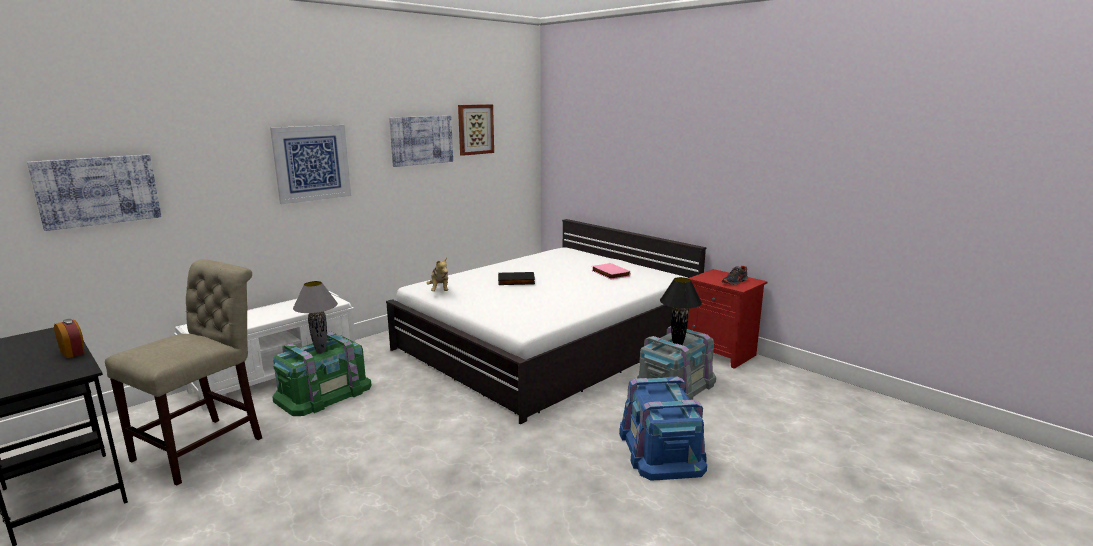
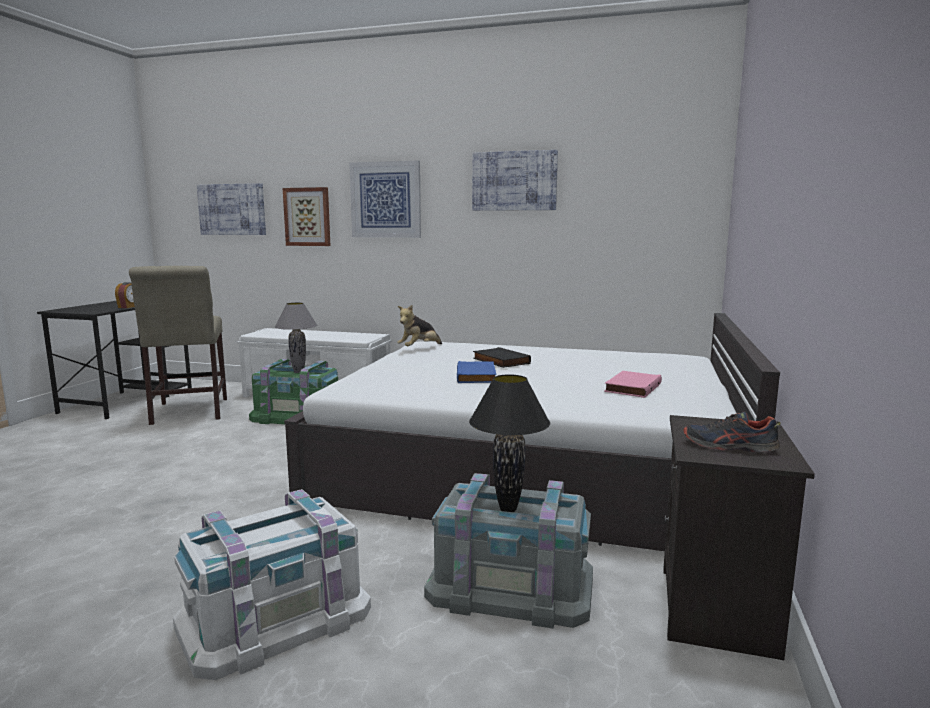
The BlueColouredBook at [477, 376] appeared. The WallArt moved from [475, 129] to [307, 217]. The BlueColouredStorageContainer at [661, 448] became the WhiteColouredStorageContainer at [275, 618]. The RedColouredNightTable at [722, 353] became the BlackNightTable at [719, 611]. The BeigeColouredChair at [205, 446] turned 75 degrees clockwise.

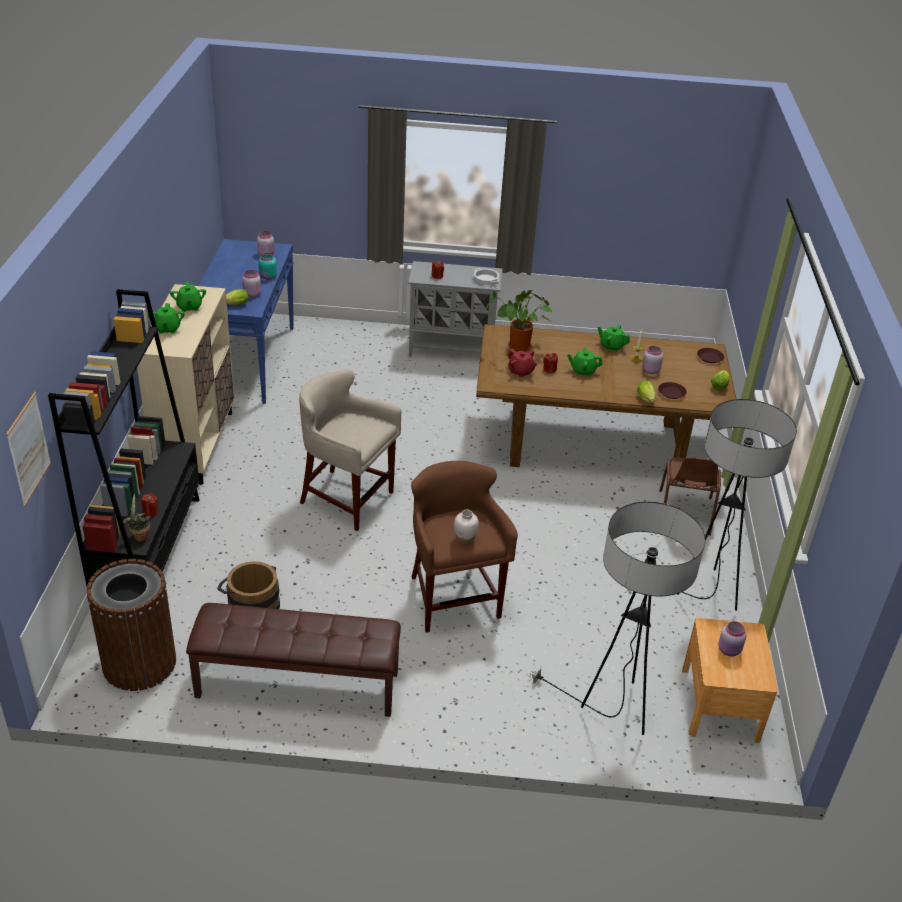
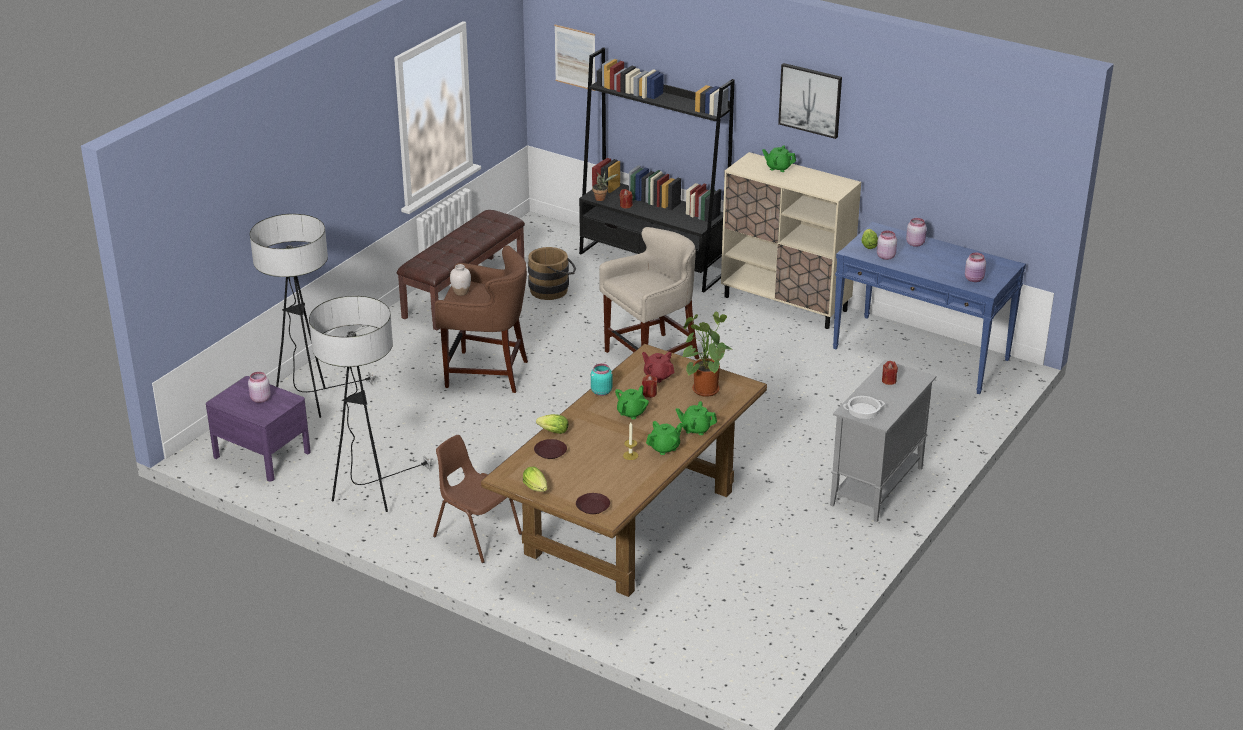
The BrownWasteBin at [139, 663] disappeared. The WallArt at [810, 100] appeared. The GreenColouredPotForTea moved from [189, 307] to [695, 429]. The BlueGreenJar moved from [268, 277] to [601, 391]. The PinkColouredJar moved from [650, 370] to [915, 243]. The BrownNightTable at [720, 704] became the PurplishNightTable at [262, 454]. The RedColouredPotForTea at [520, 372] turned 60 degrees clockwise.

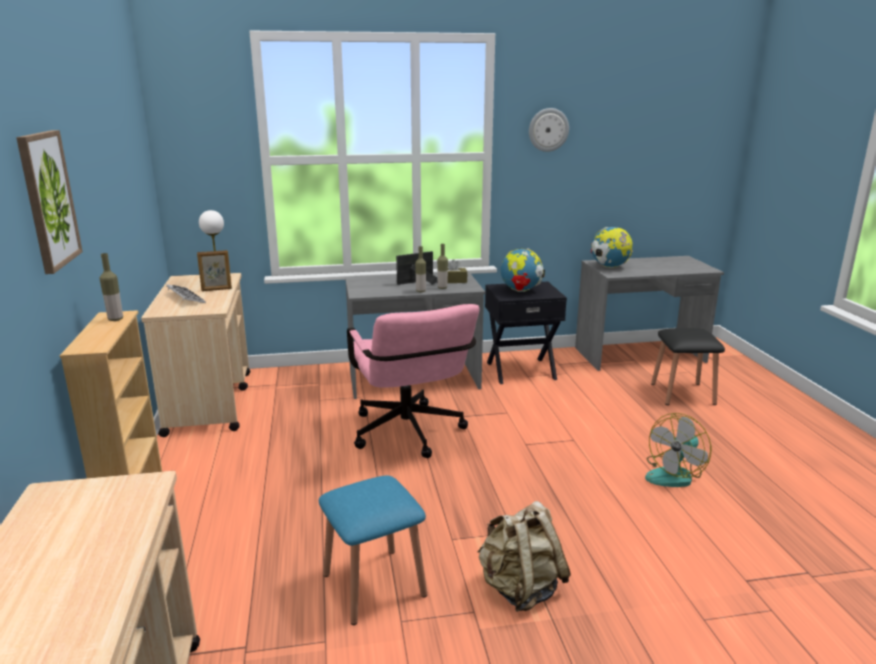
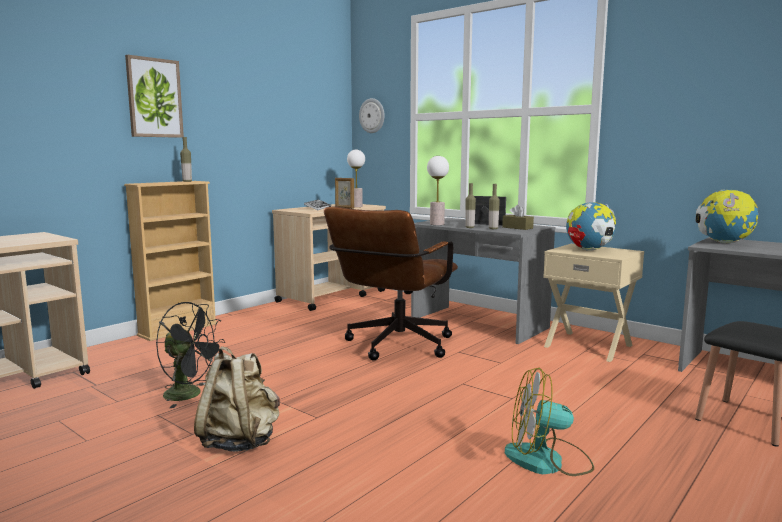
The TabletopLamp at [437, 224] appeared. The WallClock moved from [548, 130] to [372, 115]. The BlueColouredSittingStool at [374, 585] was replaced by the BlackFan at [190, 395]. The PinkColouredOfficeChair at [410, 436] became the BrownOfficeChair at [394, 347]. The BlackNightTable at [520, 370] became the BeigeColouredNightTable at [588, 345].

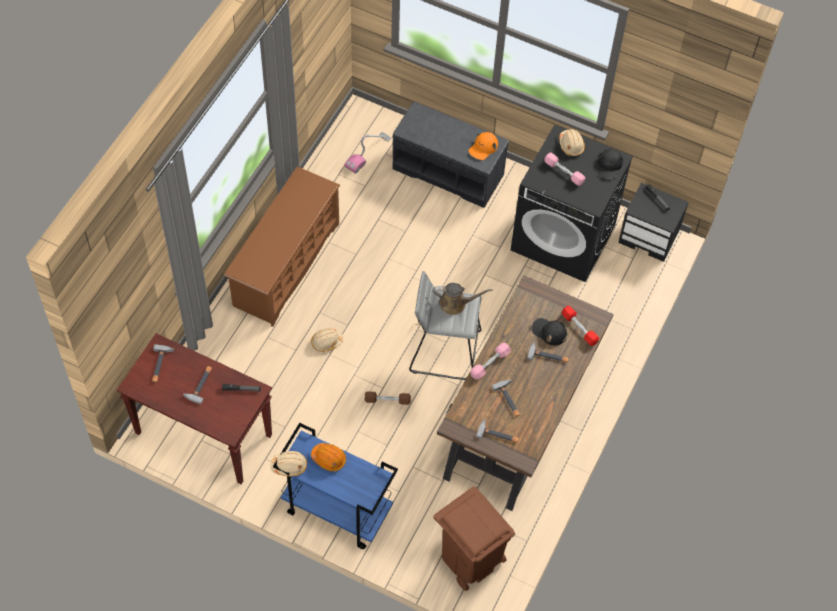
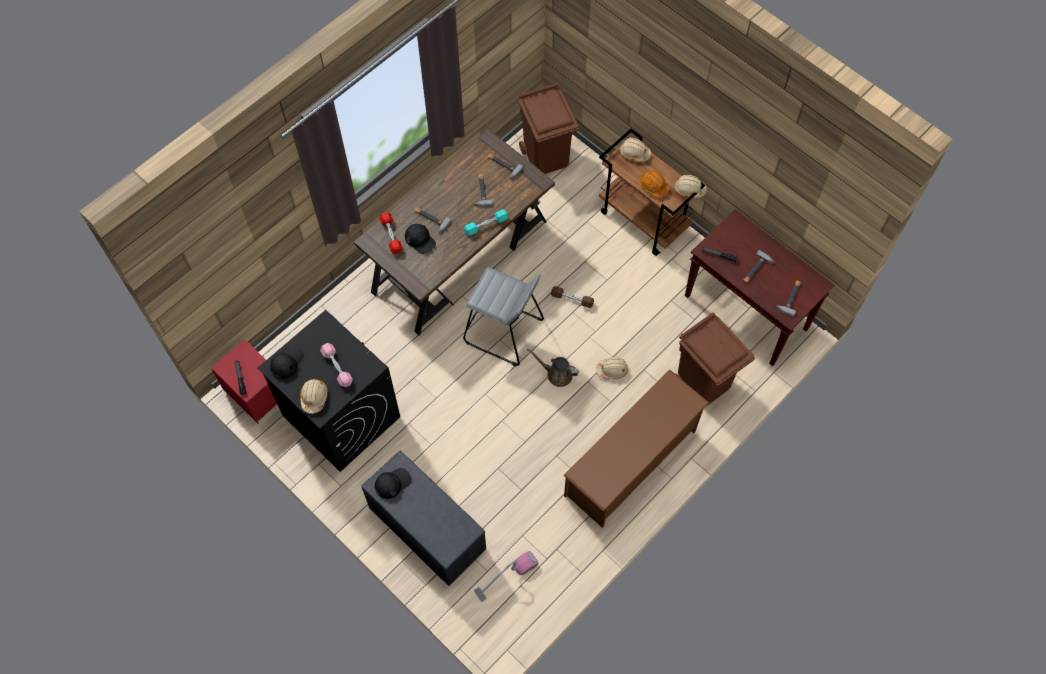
The BeigeColouredHardHat at [634, 153] appeared. The BrownWasteBin at [704, 382] appeared. The BrownWateringCan moved from [455, 303] to [557, 374]. The BlueColouredWheeledCart at [336, 510] became the BrownWheeledCart at [644, 220]. The OrangeyPeakedCap at [483, 147] became the BlackPeakedCap at [392, 483]. The PinkColouredHandWeight at [490, 364] became the BlueGreenHandWeight at [486, 225]. The BlackNightTable at [649, 237] became the RedColouredNightTable at [255, 393].

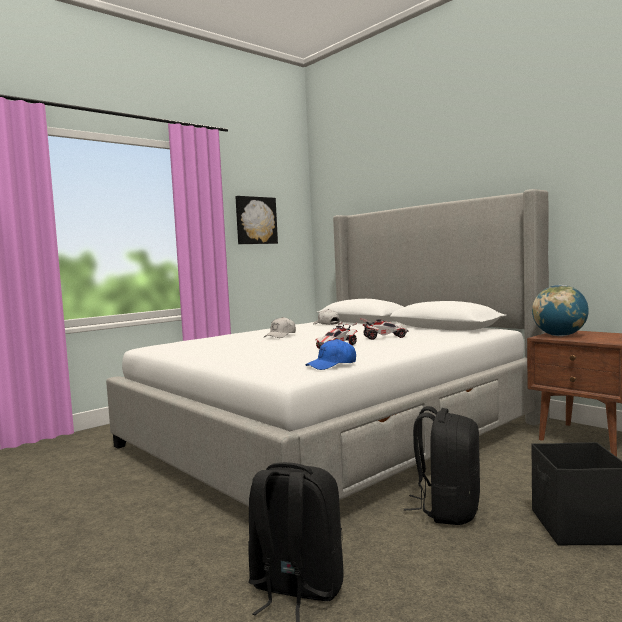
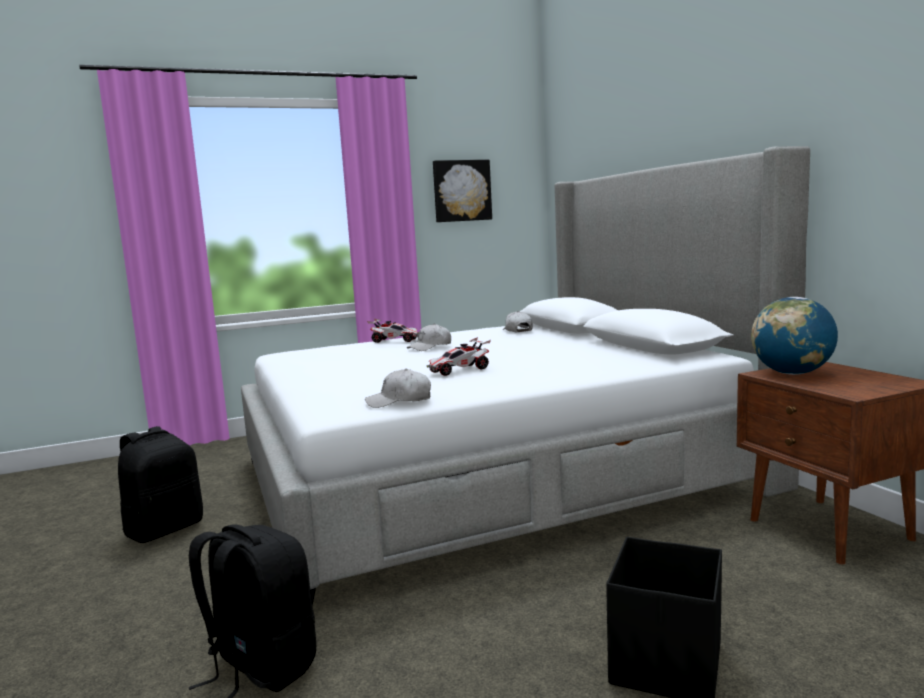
The MiniatureCar moved from [384, 337] to [395, 340]. The BlackKnapsack moved from [447, 510] to [165, 529]. The BlueColouredPeakedCap at [332, 365] became the WhiteColouredPeakedCap at [399, 401].

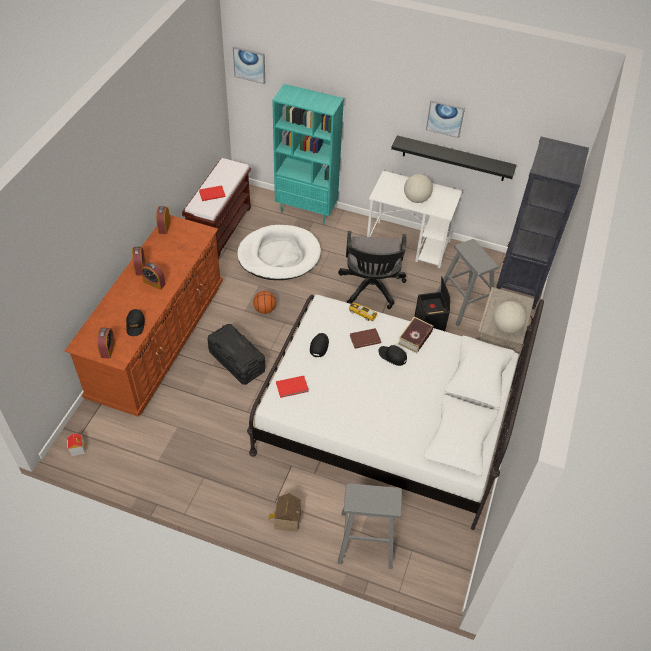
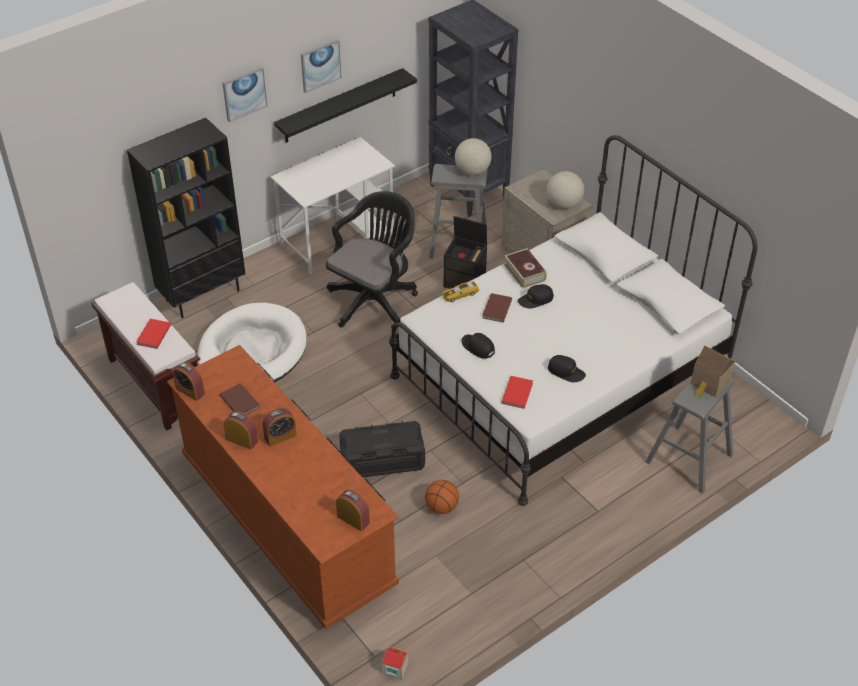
The BrownBook at [240, 401] appeared. The BlackPeakedCap moved from [135, 325] to [566, 372]. The WallArt moved from [249, 64] to [244, 93]. The BasketballBall moved from [264, 309] to [441, 507]. The ToyHouse moved from [286, 519] to [709, 383]. The DeskGlobe moved from [416, 199] to [472, 171]. The BlueGreenBookshelf at [306, 211] became the BlackBookshelf at [203, 294]. The BlackOfficeChair at [371, 289] turned 90 degrees counterclockwise.

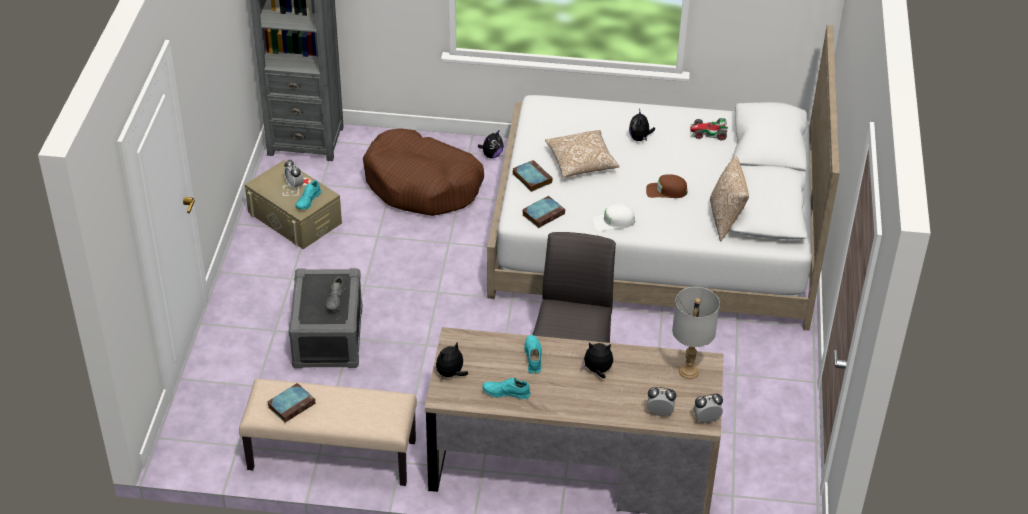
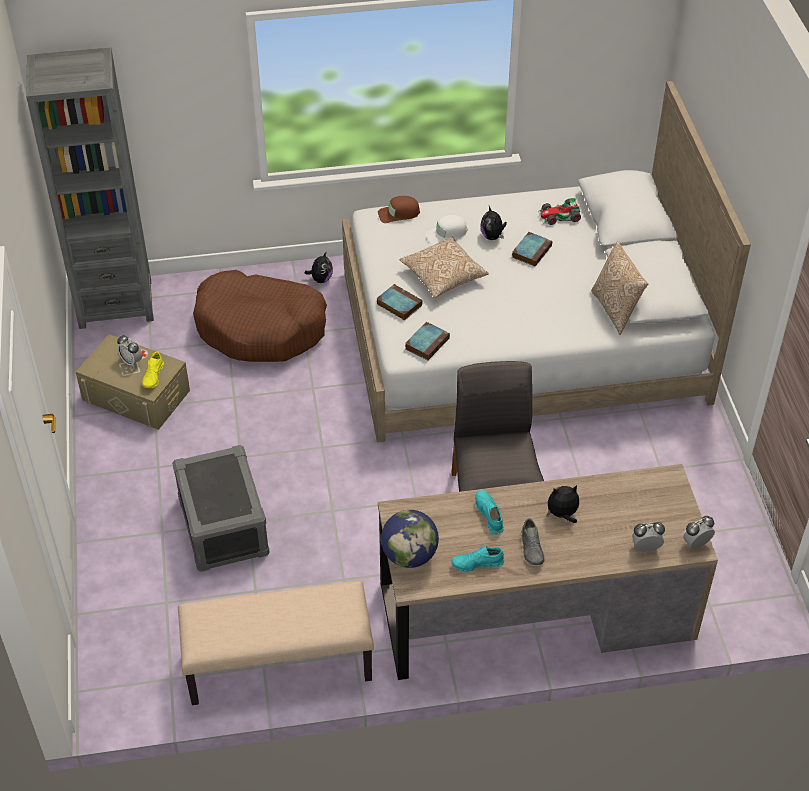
The GrayTabletopLamp at [688, 372] disappeared. The Book moved from [292, 404] to [531, 251]. The GrayLowShoe moved from [336, 300] to [532, 548]. The WhiteColouredPeakedCap moved from [613, 222] to [446, 234]. The BrownPeakedCap moved from [666, 191] to [398, 213]. The PlushToy at [451, 374] was replaced by the DeskGlobe at [409, 555]. The BlueGreenLowShoe at [308, 201] became the YellowColouredLowShoe at [153, 376].

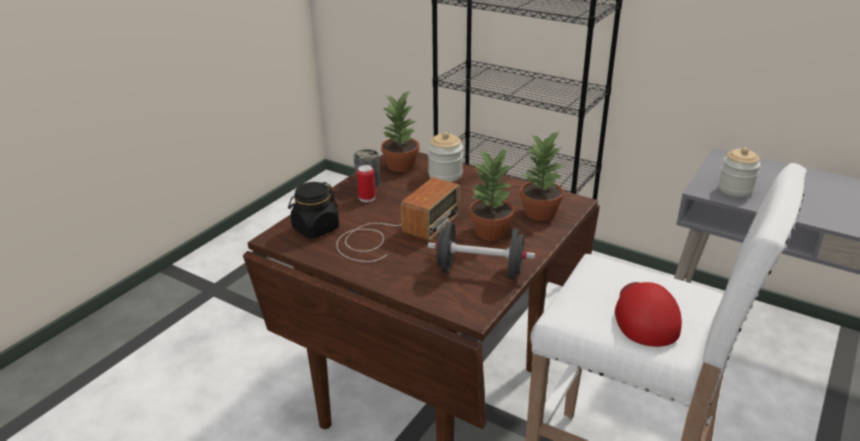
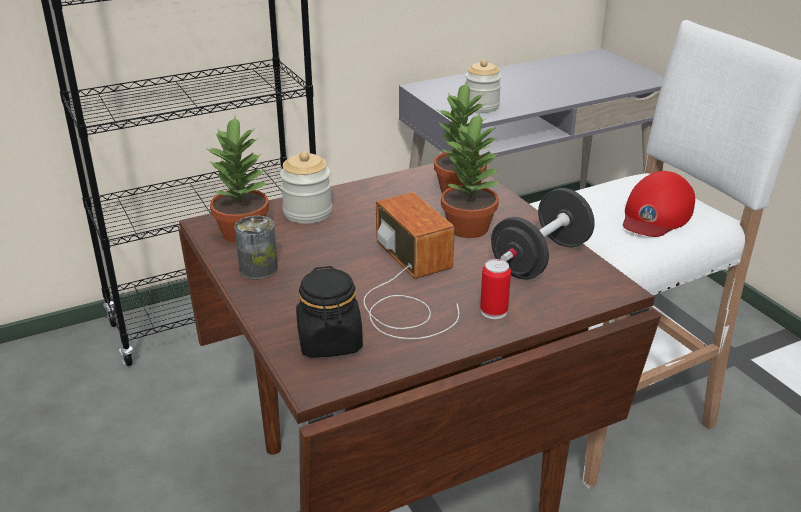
The Can moved from [367, 198] to [493, 311]. The RedColouredPeakedCap at [645, 316] turned 90 degrees counterclockwise.

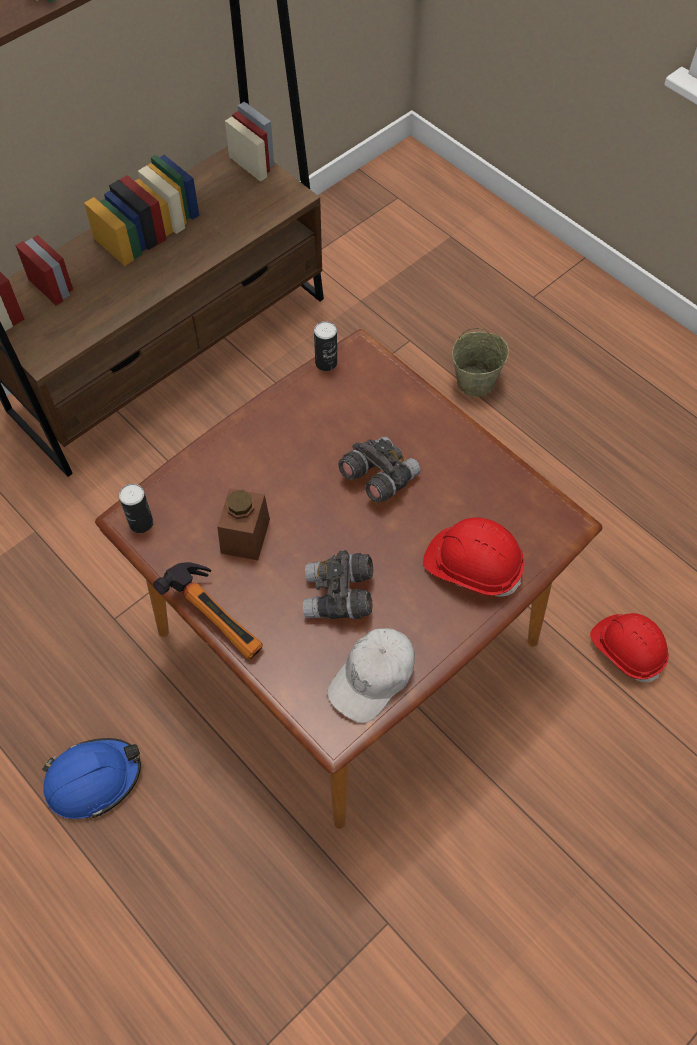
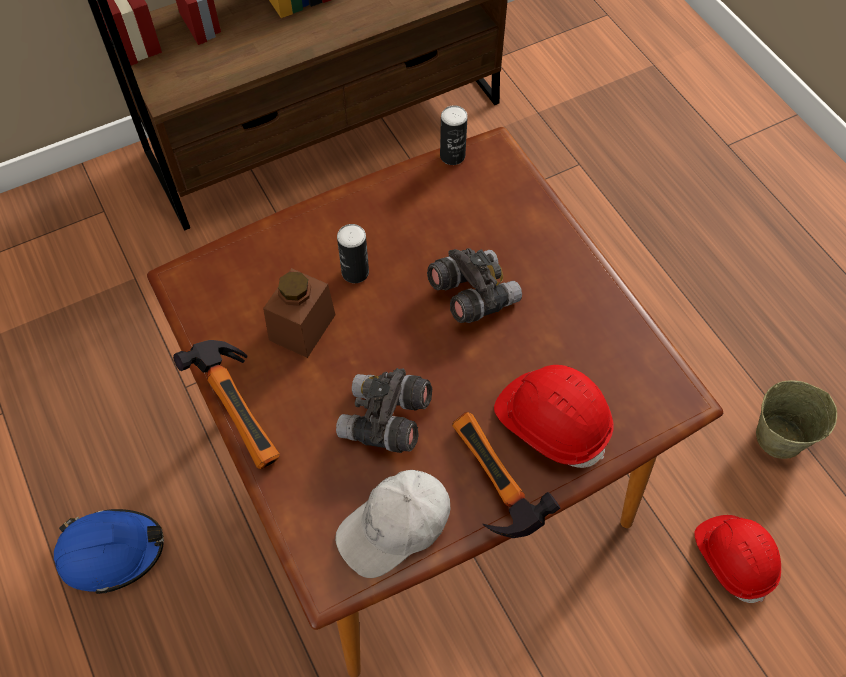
The Hammer at [487, 485] appeared. The Can moved from [141, 523] to [355, 272]. The BeigeColouredPail moved from [476, 381] to [780, 436].

